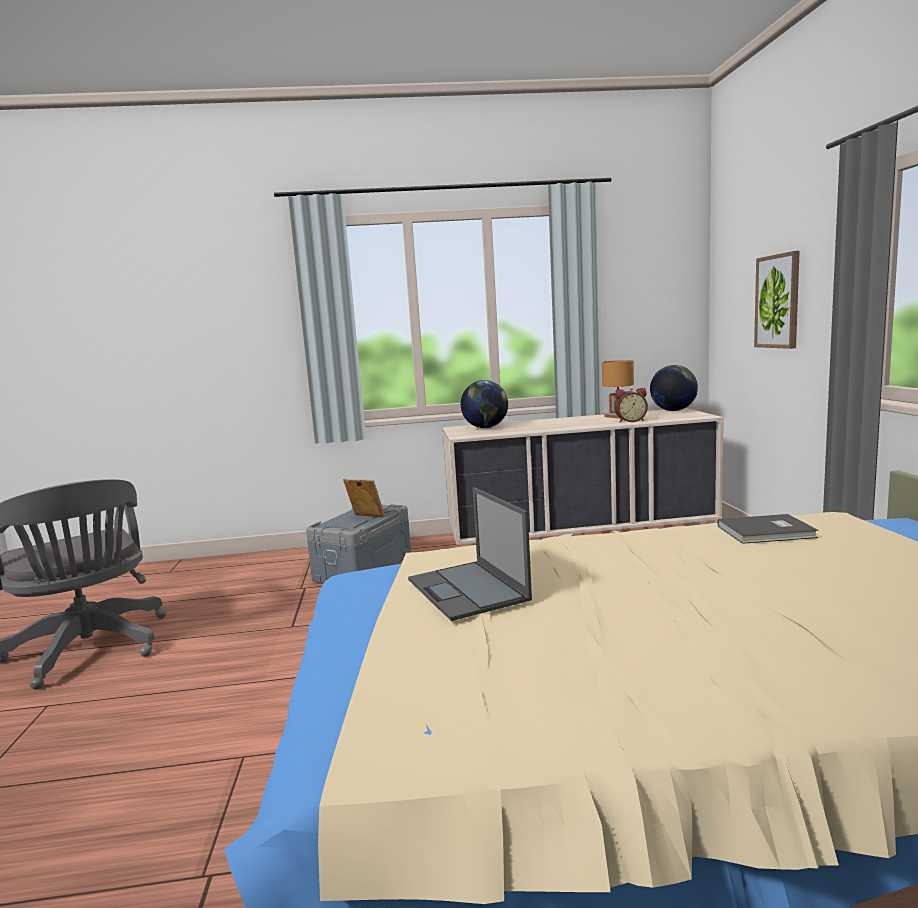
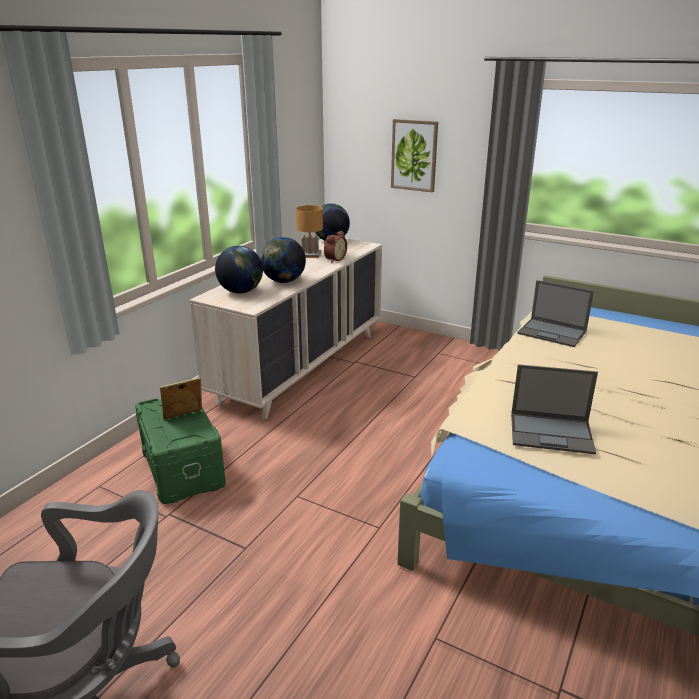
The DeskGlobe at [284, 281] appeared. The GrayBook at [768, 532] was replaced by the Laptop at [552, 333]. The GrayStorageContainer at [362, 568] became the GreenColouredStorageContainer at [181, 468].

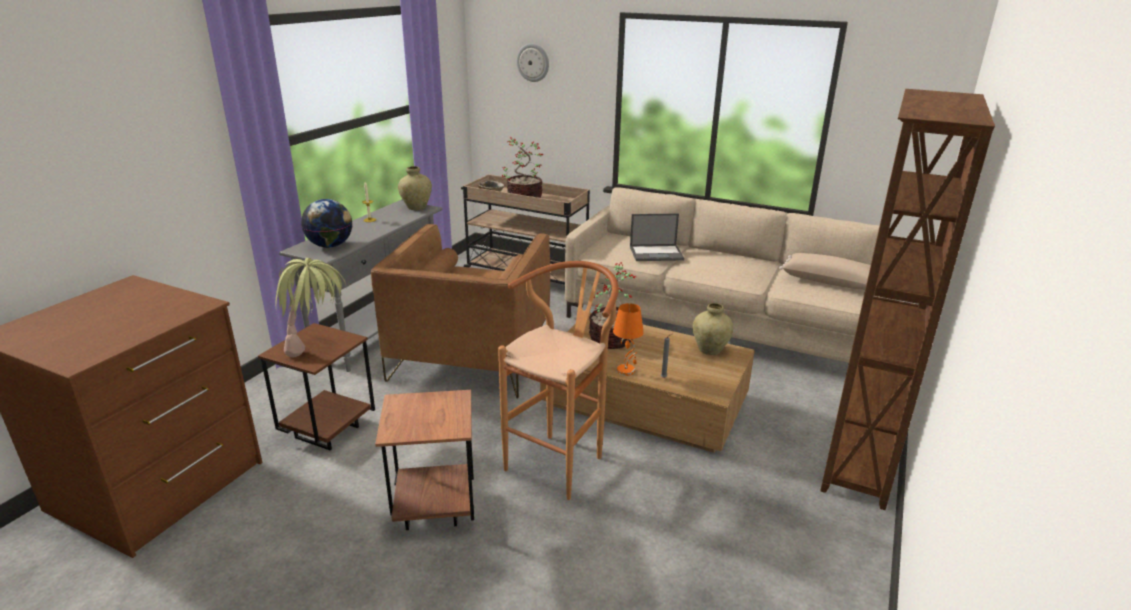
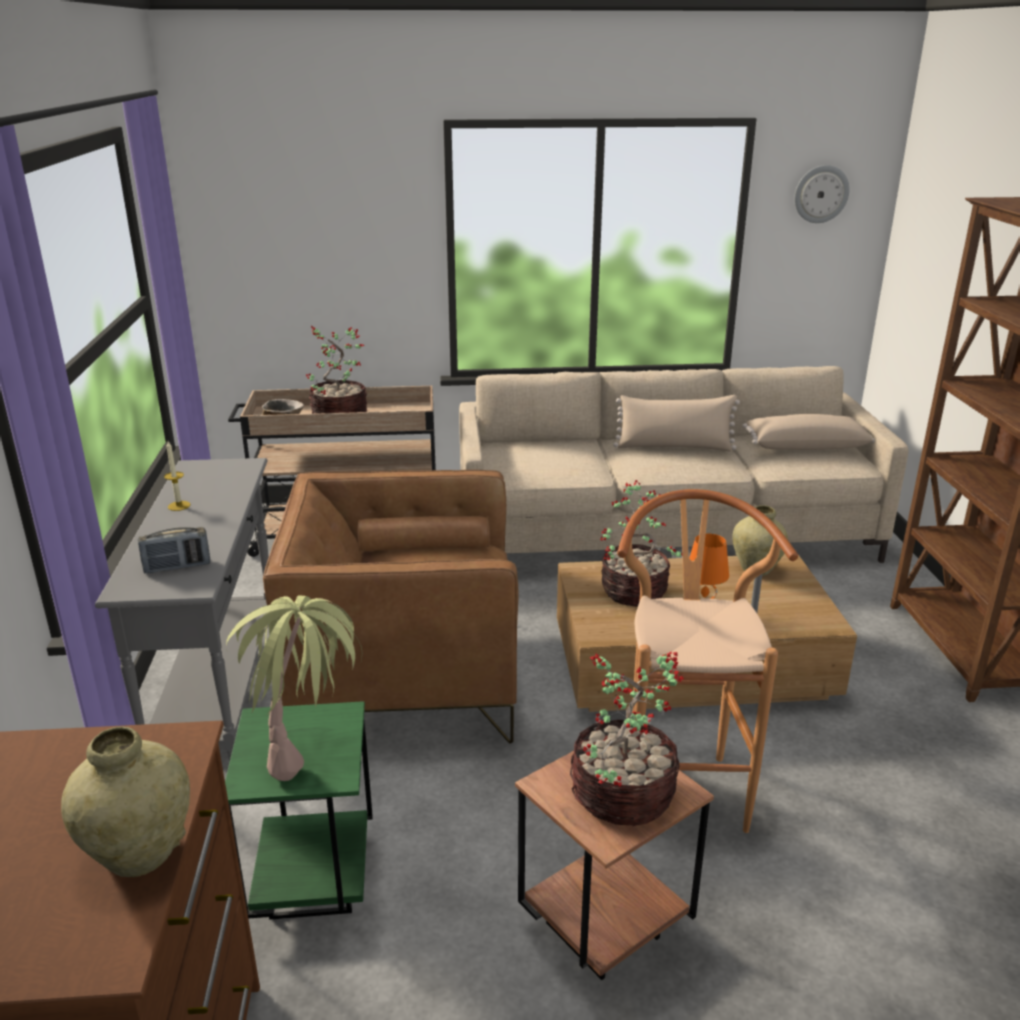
The Laptop at [657, 253] disappeared. The PlantInAPot at [621, 796] appeared. The BeigeColouredCushion at [674, 447] appeared. The BeigeColouredDecorativeVase moved from [416, 207] to [140, 854]. The WallClock moved from [533, 62] to [821, 194]. The DeskGlobe at [330, 246] was replaced by the RadioSet at [177, 567]. The BrownSideTable at [329, 432] became the GreenColouredSideTable at [316, 884]. The BrownLoungeChair at [472, 357] turned 105 degrees clockwise.

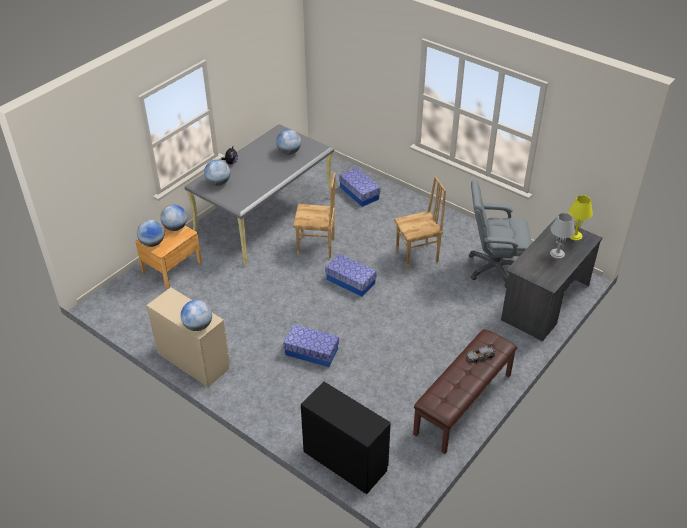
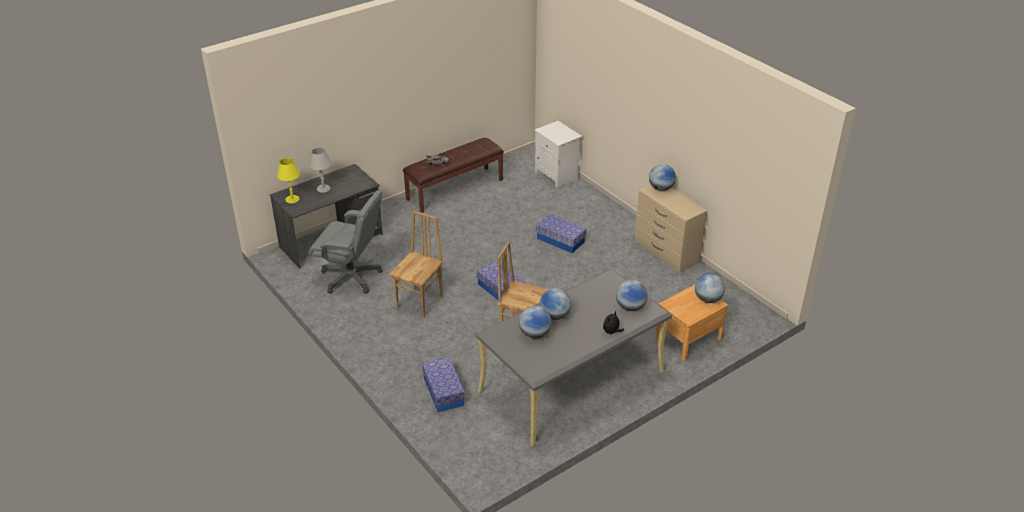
The DeskGlobe moved from [175, 228] to [555, 316]. The BlackDresser at [345, 460] was replaced by the WhiteColouredNightTable at [557, 175]. The BrownChair at [417, 256] turned 120 degrees clockwise.

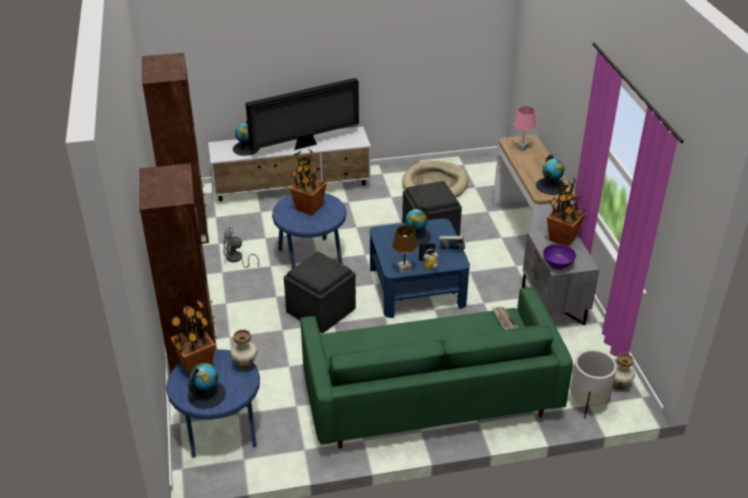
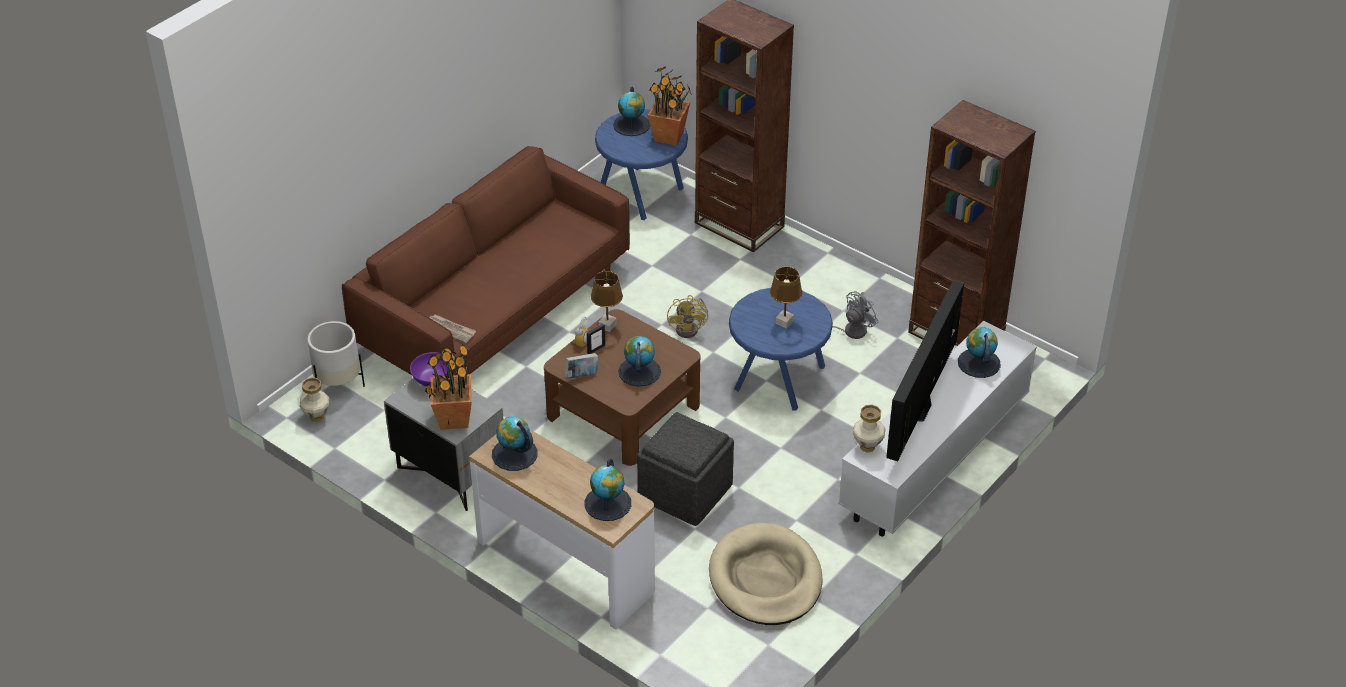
The DecorativeVase moved from [245, 365] to [868, 447]. The GrayFootrest at [320, 310] was replaced by the YellowColouredFan at [690, 328]. The PlantInAPot at [309, 208] was replaced by the BrownTabletopLamp at [784, 322]. The PinkColouredTabletopLamp at [522, 148] was replaced by the DeskGlobe at [608, 503]. The GreenColouredSettee at [430, 396] became the BrownSettee at [494, 309]. The BlueColouredCoffeeTable at [416, 286] became the BrownCoffeeTable at [623, 410].

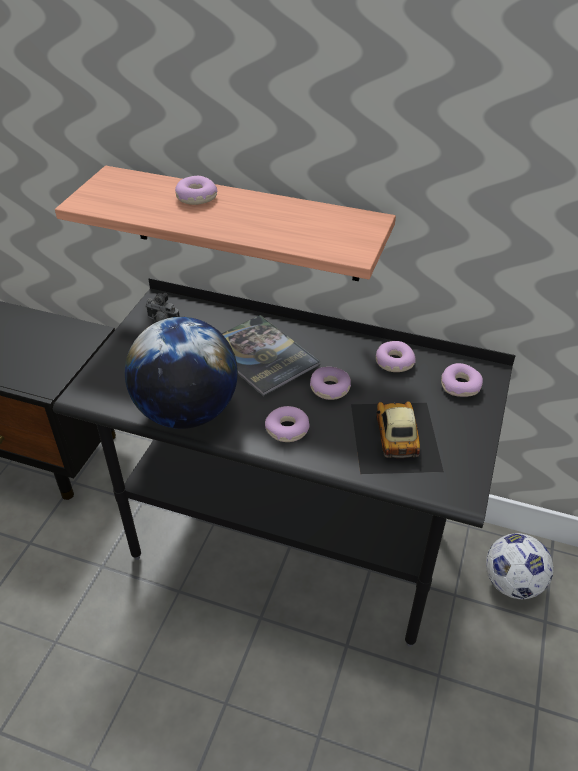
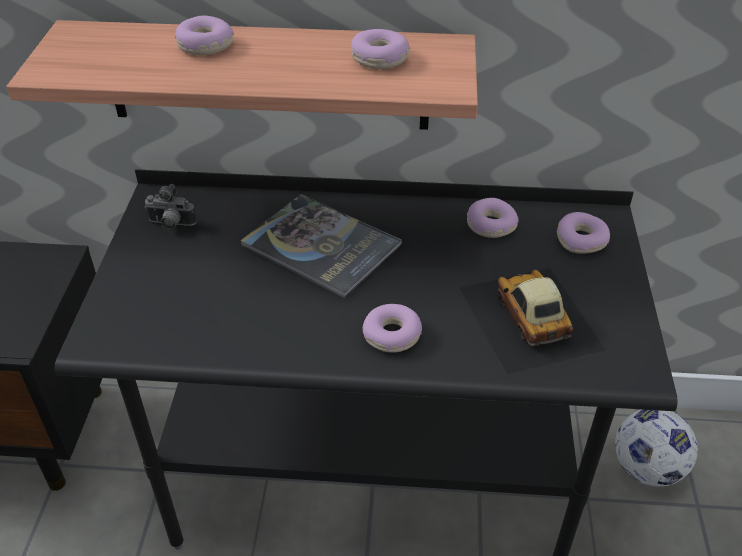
The DeskGlobe at [187, 412] disappeared. The RingDoughnut moved from [330, 388] to [380, 59].

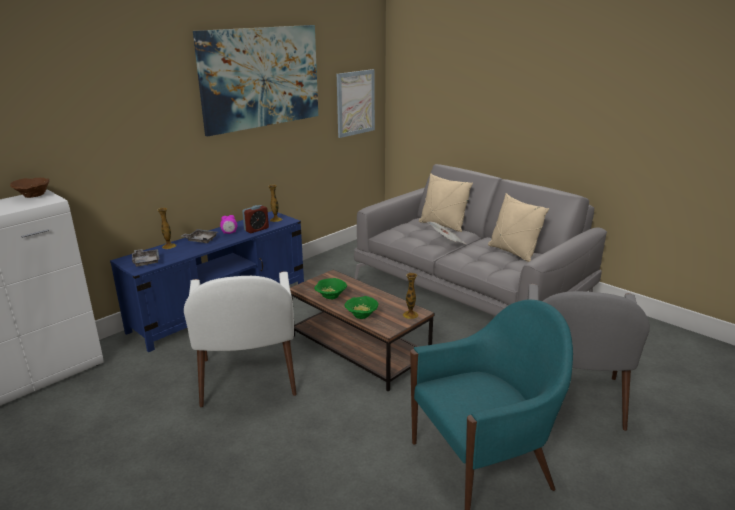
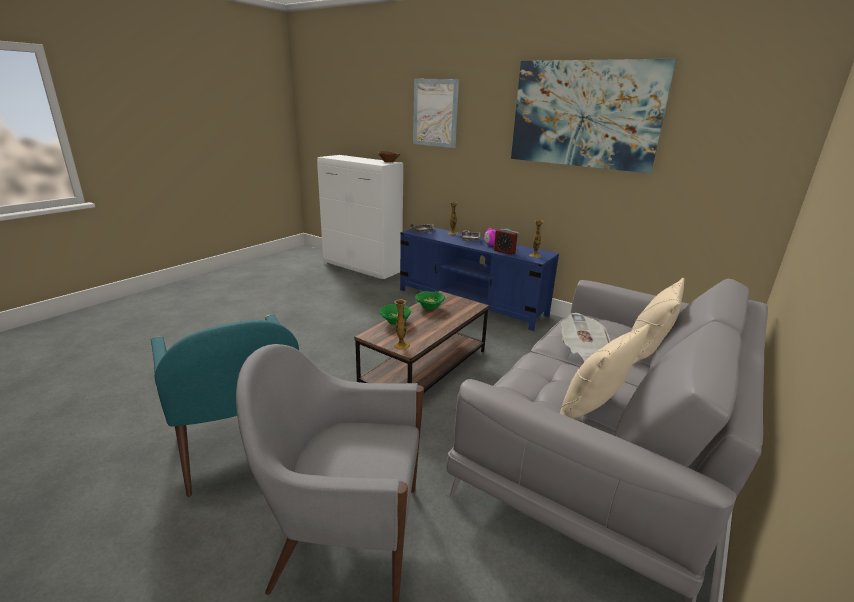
The WhiteColouredLoungeChair at [248, 379] disappeared. The WallArt moved from [355, 103] to [435, 113].

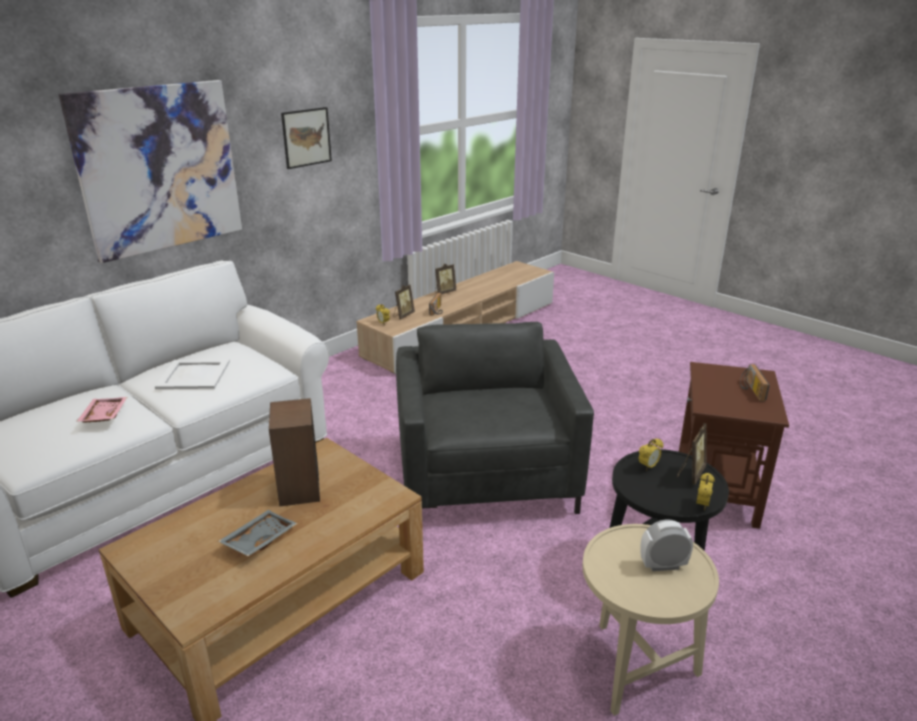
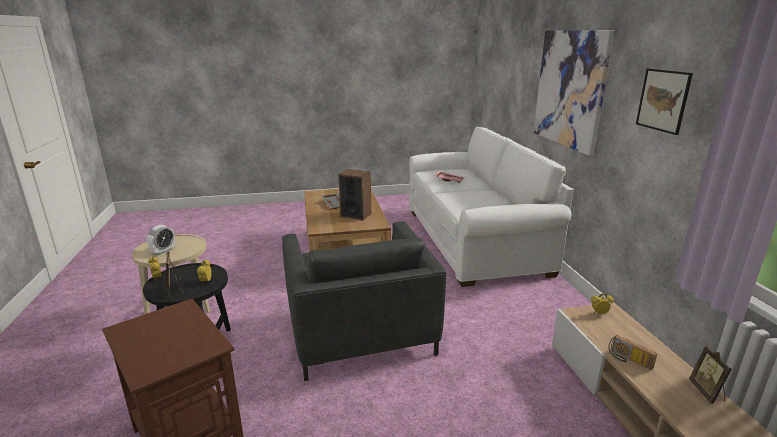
The WhiteColouredTray at [193, 374] disappeared. The StandingFrame at [403, 315] disappeared. The RadioSet at [750, 390] disappeared. The GrayLoungeChair at [486, 474] turned 45 degrees clockwise.

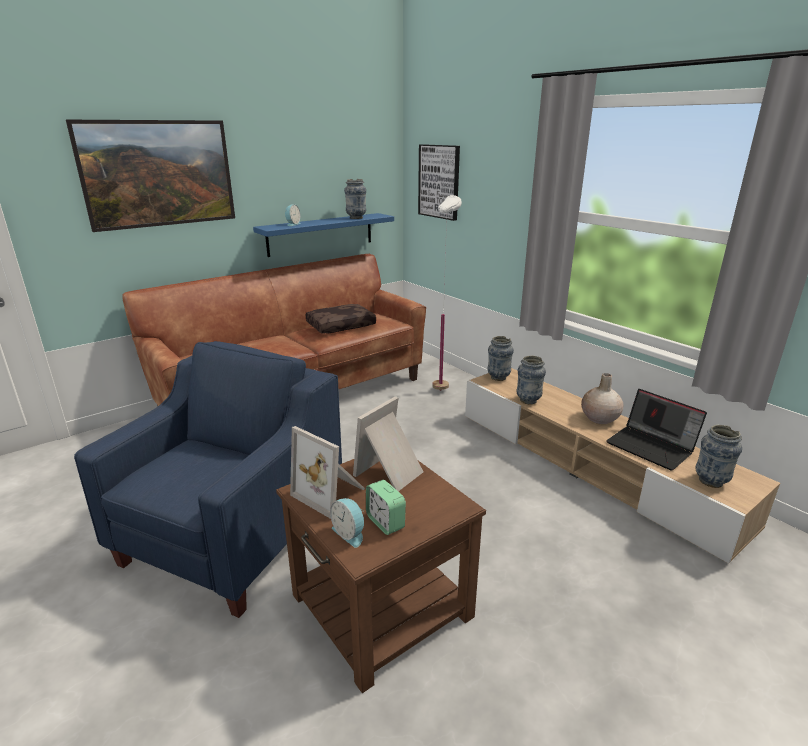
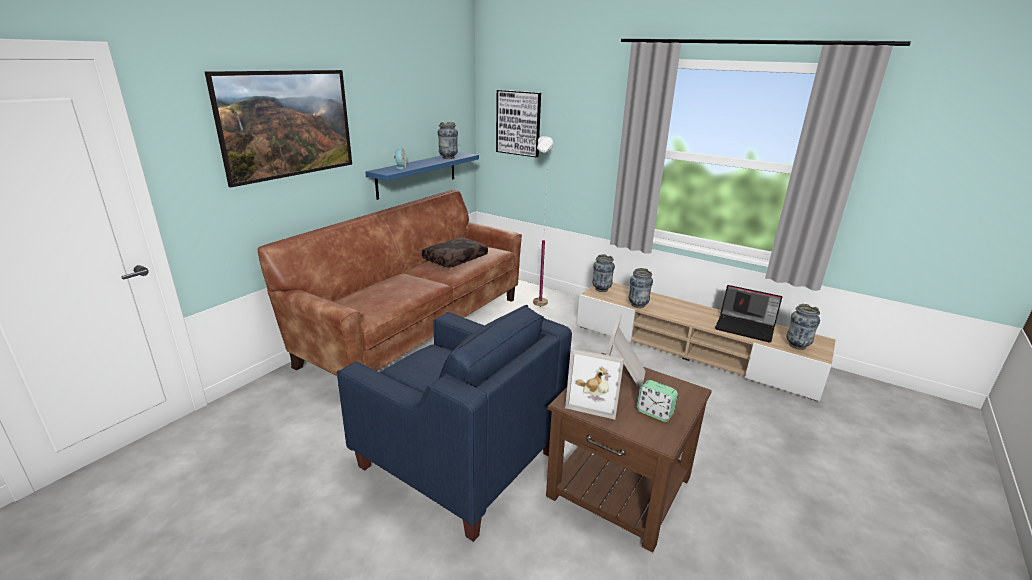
The TableClock at [350, 533] disappeared. The BeigeColouredDecorativeVase at [599, 418] disappeared. The BlueColouredLoungeChair at [235, 534] turned 120 degrees clockwise.

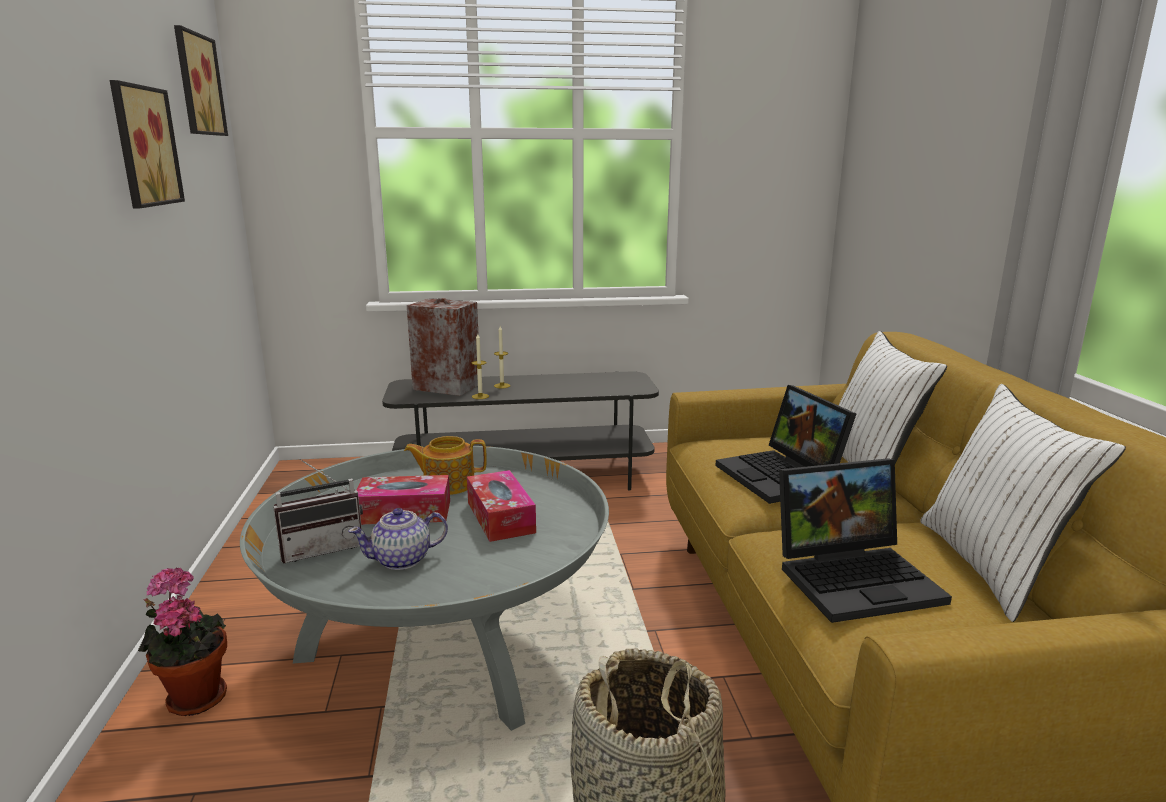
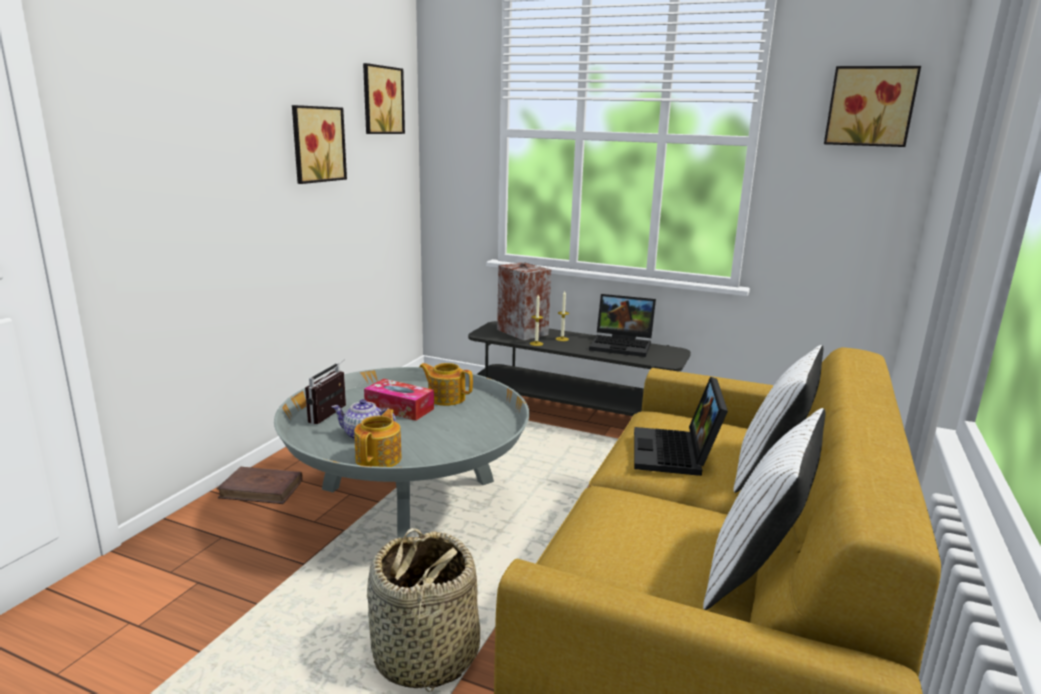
The BoxOfTissues at [500, 517] disappeared. The PotForTea at [379, 458] appeared. The WallArt at [870, 106] appeared. The Laptop moved from [857, 577] to [623, 345]. The PlantInAPot at [194, 696] was replaced by the BrownBook at [262, 489]. The RadioSet at [322, 548] turned 105 degrees clockwise.

